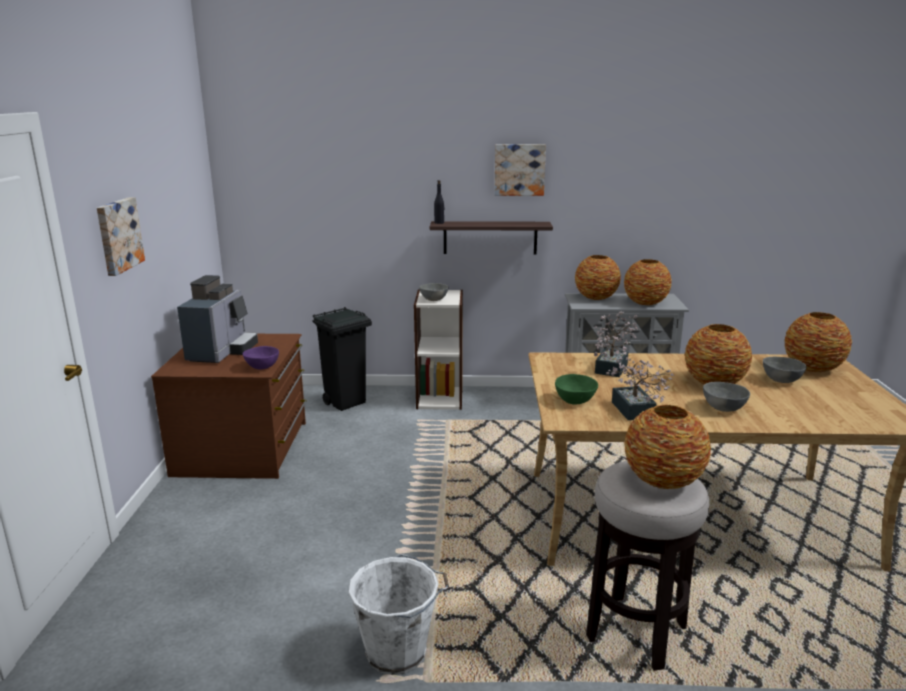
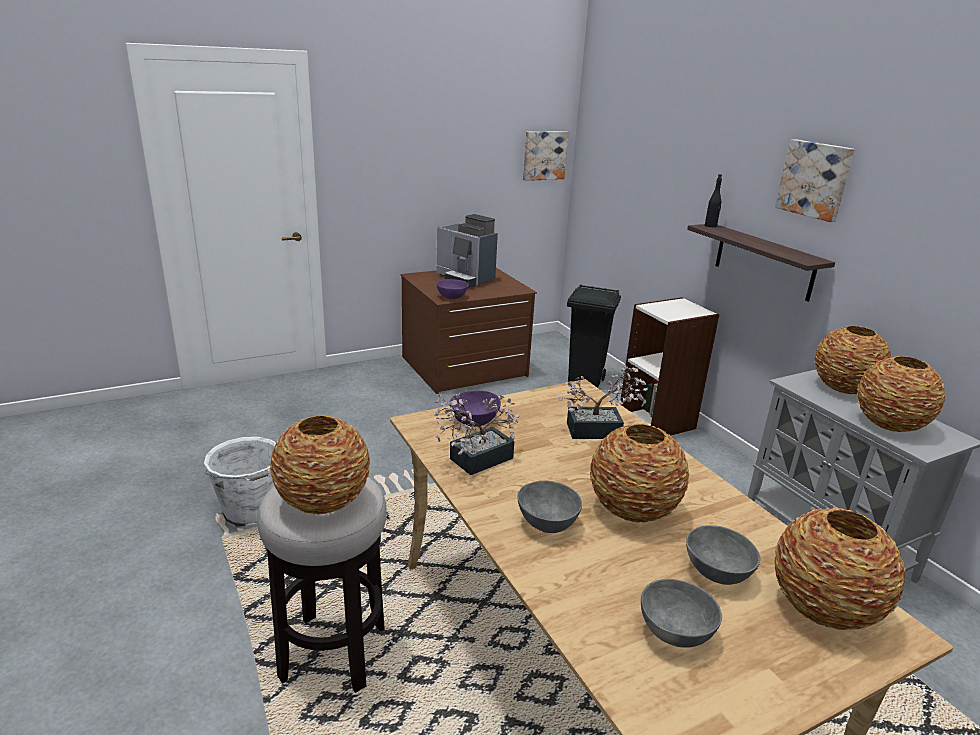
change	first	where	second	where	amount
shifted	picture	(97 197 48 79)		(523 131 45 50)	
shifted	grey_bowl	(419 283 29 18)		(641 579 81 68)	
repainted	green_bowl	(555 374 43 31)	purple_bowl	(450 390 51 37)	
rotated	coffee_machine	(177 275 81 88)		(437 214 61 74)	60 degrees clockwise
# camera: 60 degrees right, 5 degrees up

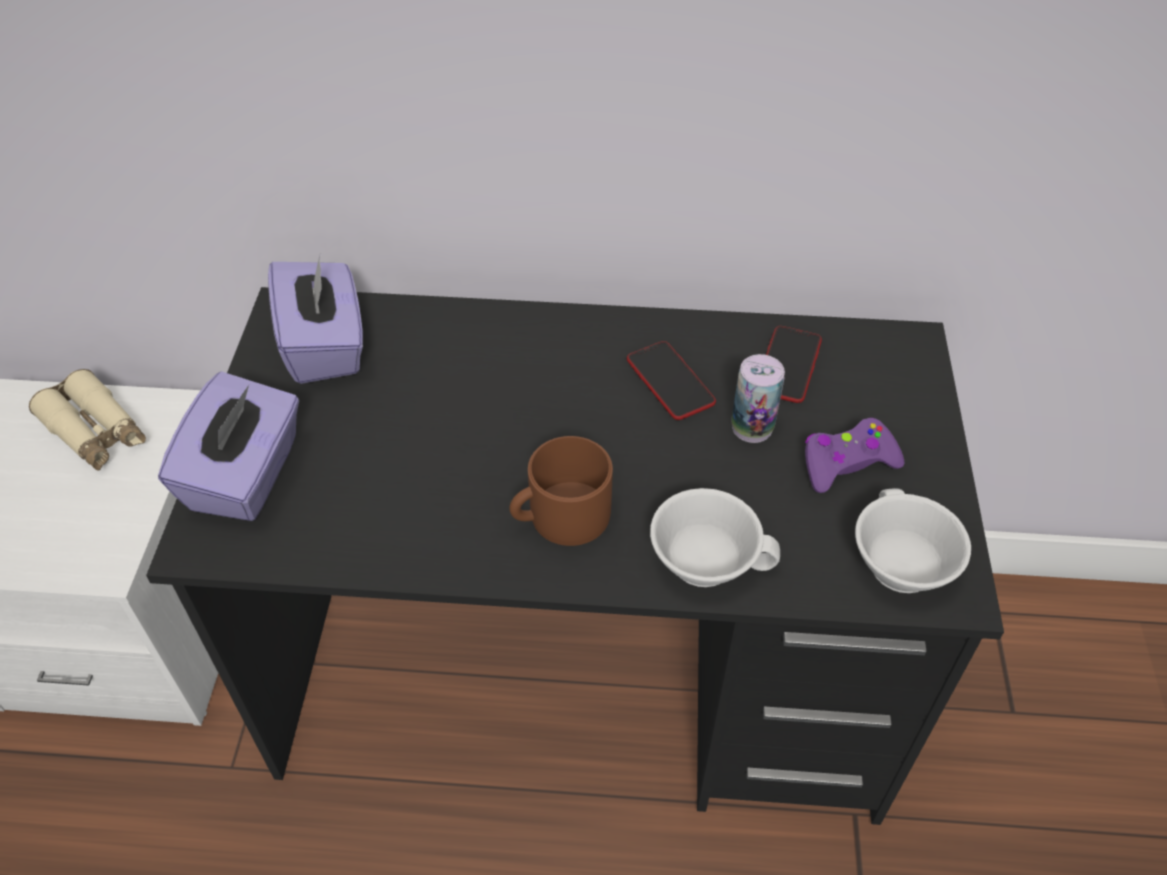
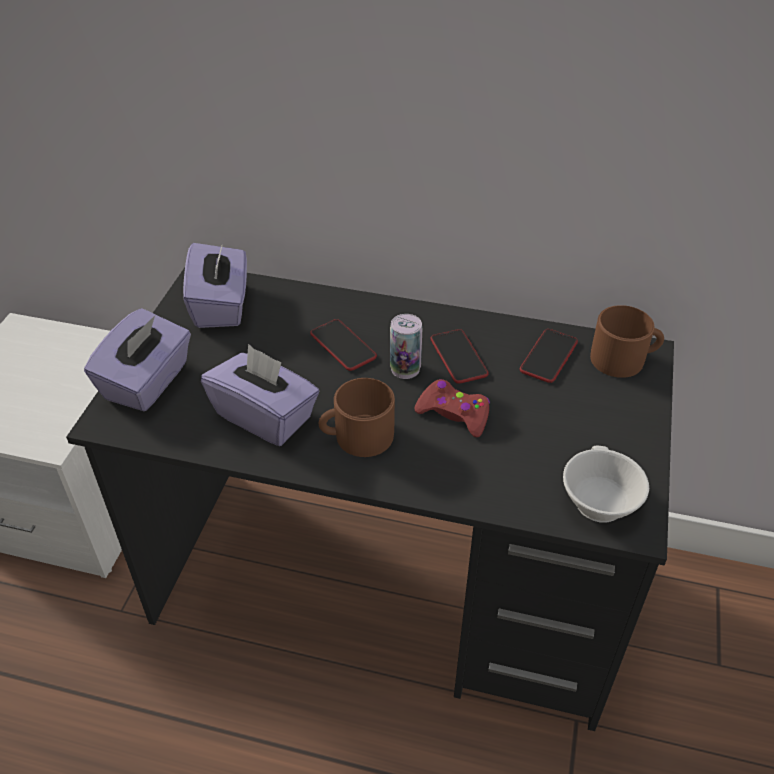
change	first	where	second	where	amount
gone	beige_binoculars	(29 369 117 101)			
gone	white_cup	(650 488 130 99)			
gone	purple_game_controller	(805 418 99 75)			
new			purple_tissue_box	(201 344 118 102)	
new			phone	(310 319 67 52)	
new			red_game_controller	(415 379 75 58)	
new			brown_mug	(590 305 74 73)	
shifted	can	(731 354 54 89)		(390 314 32 65)	
# camera: 10 degrees right, 5 degrees down

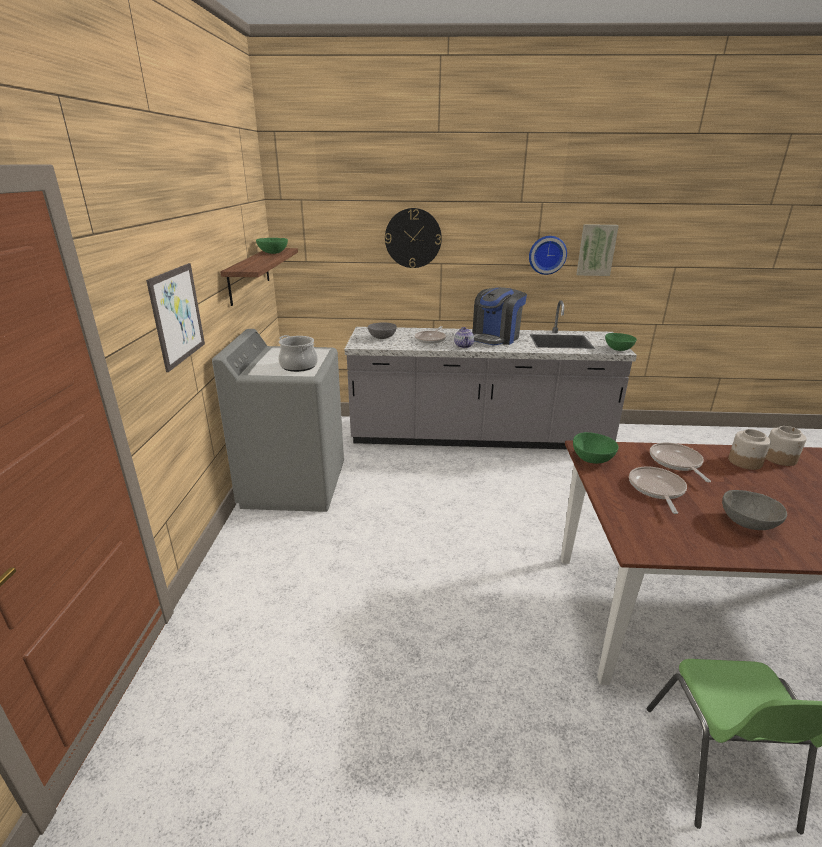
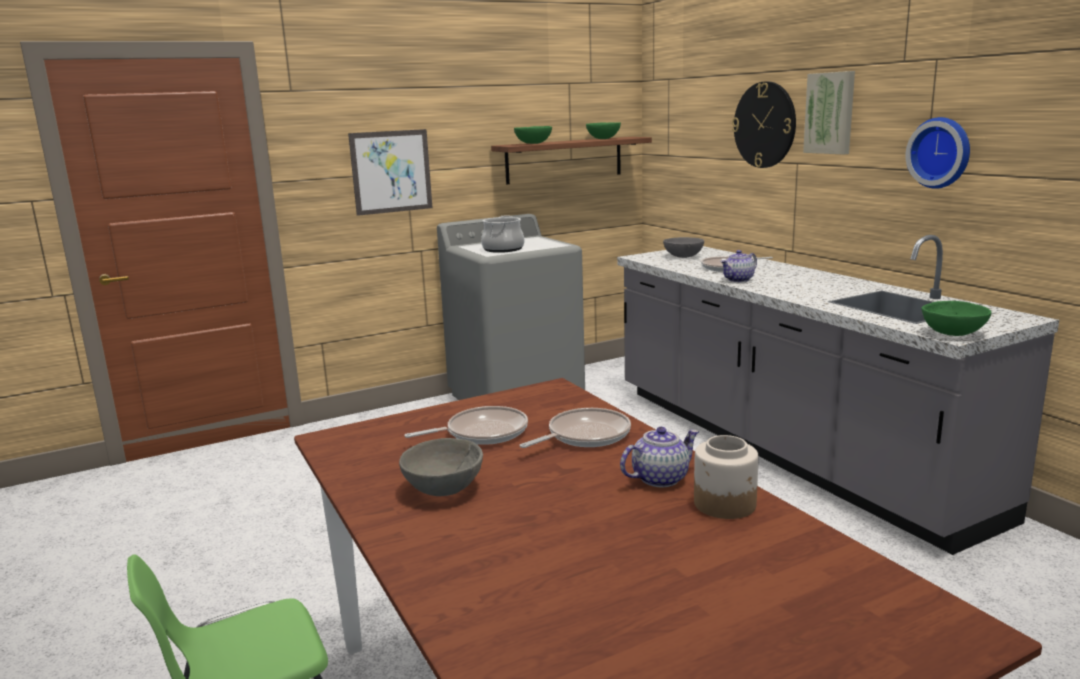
change	first	where	second	where	amount
gone	coffee_machine	(473 287 54 58)			
shifted	green_bowl	(573 432 46 32)		(514 126 38 18)	
shifted	picture	(576 224 43 52)		(803 71 52 84)	
swapped	jar	(728 429 43 41)	teapot	(620 427 79 60)	
# camera: 60 degrees right, 10 degrees down

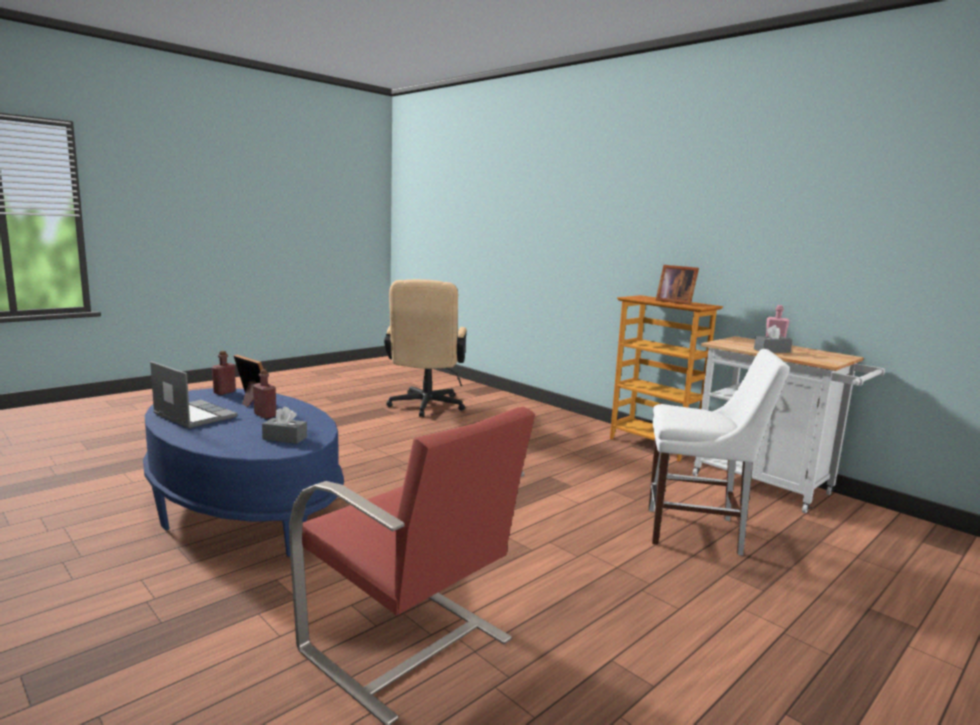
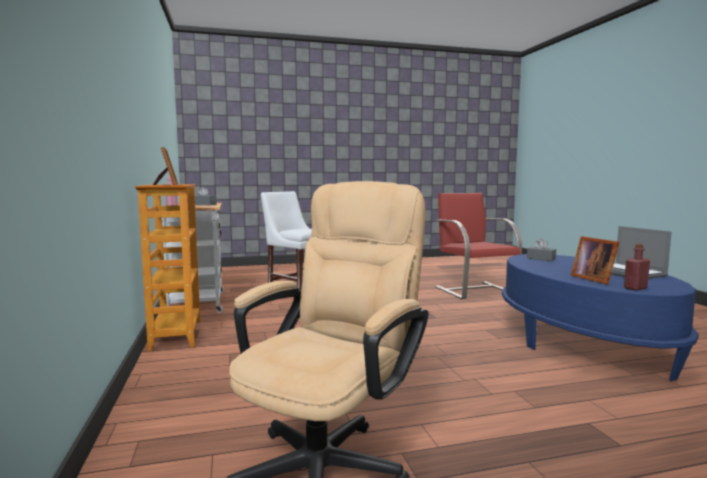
change	first	where	second	where	amount
gone	red_bottle	(253 369 23 50)			
# camera: 150 degrees left, 5 degrees down

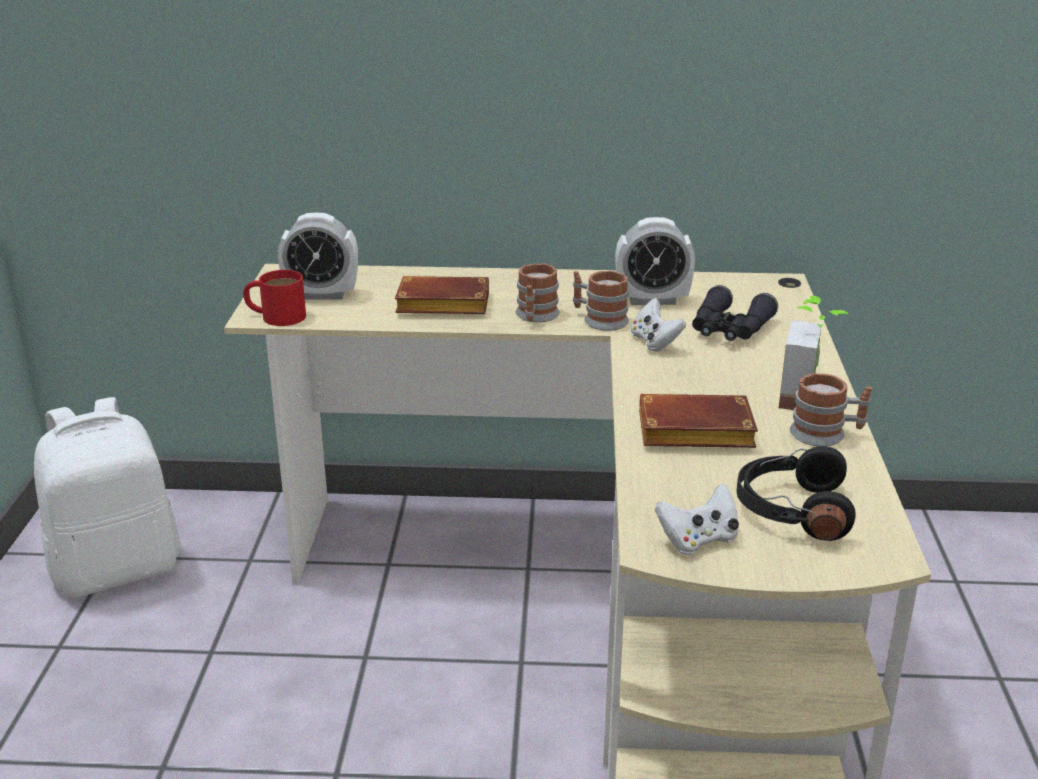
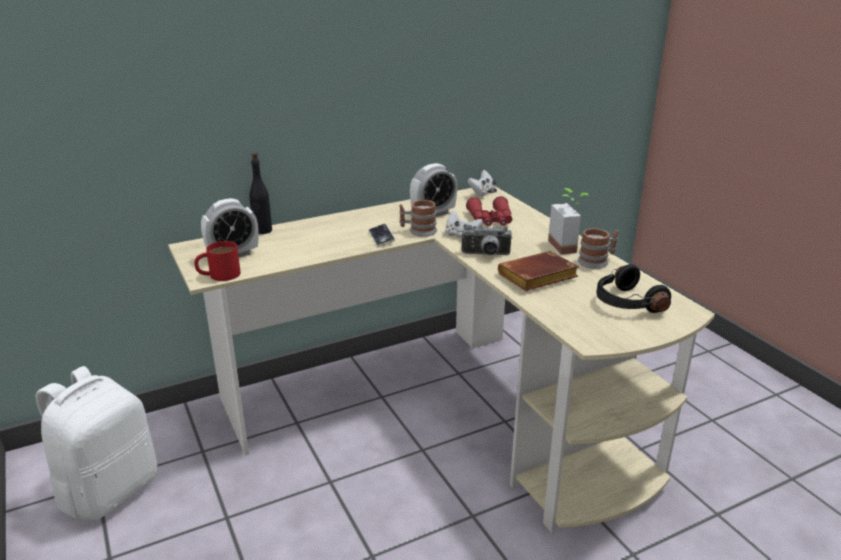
change	first	where	second	where	amount
gone	brown_book	(395 276 94 38)			
new			black_bottle	(250 152 22 82)	
new			photo_camera	(461 225 51 30)	
shifted	white_game_controller	(655 483 84 72)		(467 170 29 26)	
swapped	mug	(516 263 44 59)	phone	(369 224 26 23)	
repainted	black_binoculars	(692 285 86 56)	red_binoculars	(466 196 46 30)	
# camera: 30 degrees left, 0 degrees up

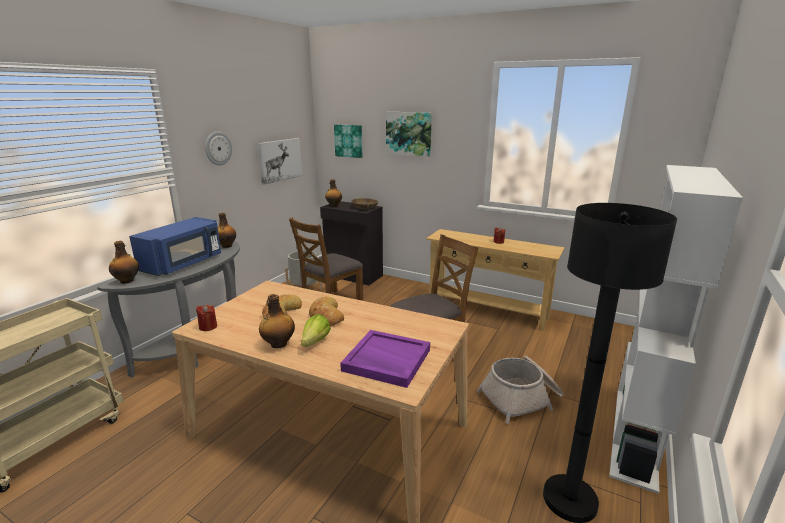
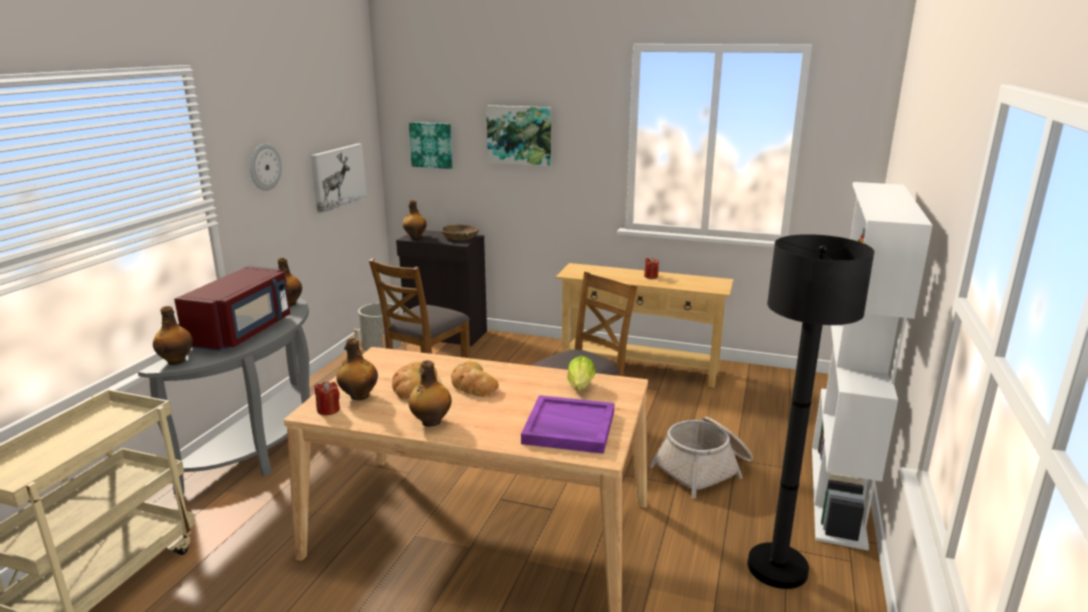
change	first	where	second	where	amount
new			bottle	(336 338 42 62)	
shifted	lettuce	(301 314 30 33)		(567 356 29 35)	
repainted	blue_microwave	(129 217 92 59)	red_microwave	(174 266 116 85)	
# camera: 10 degrees left, 0 degrees up

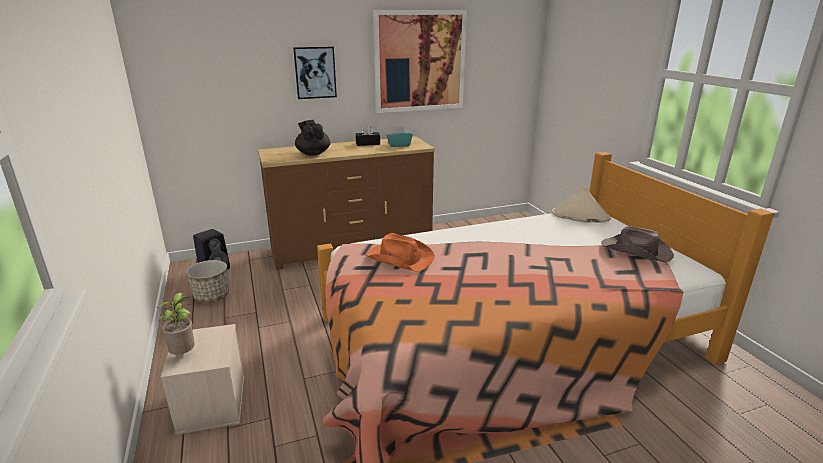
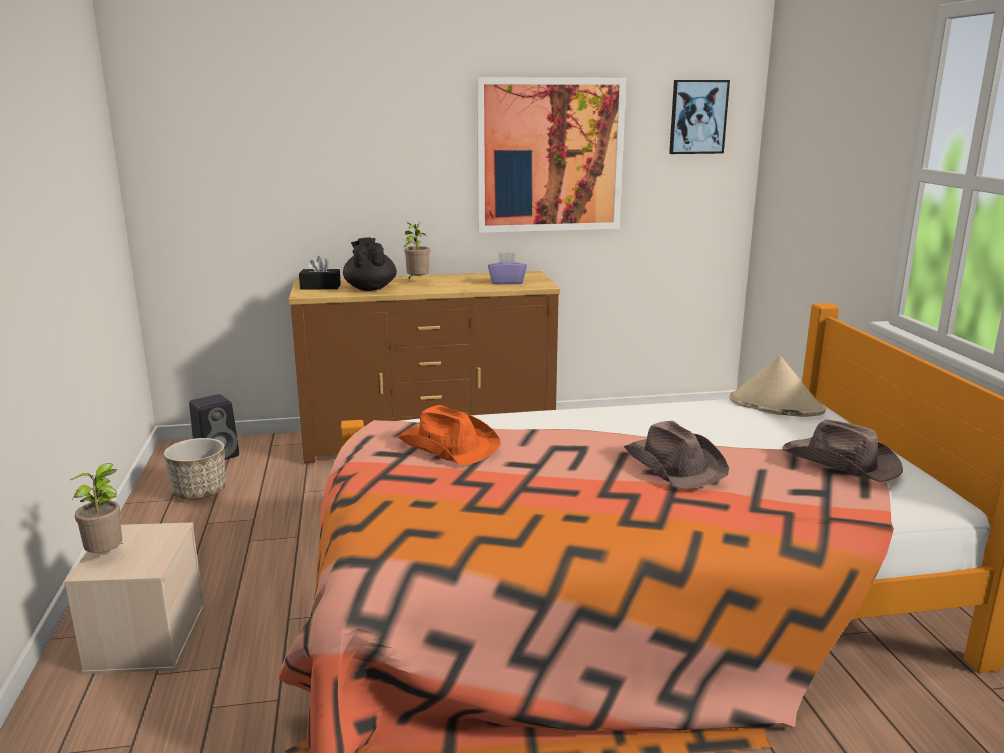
change	first	where	second	where	amount
new			potted_plant	(404 222 26 56)	
new			brown_hat	(624 421 105 68)	
shifted	picture	(293 47 44 52)		(669 80 61 74)	
shifted	black_tissue_box	(356 124 24 22)		(299 256 42 34)	
repainted	turquoise_tissue_box	(386 126 27 21)	purple_tissue_box	(488 252 39 32)	
# camera: 10 degrees right, 5 degrees down

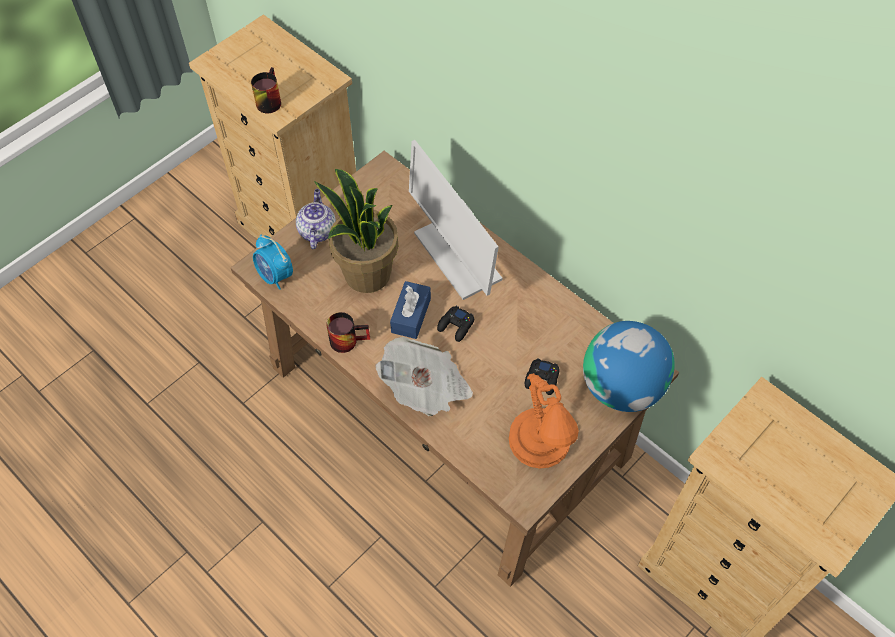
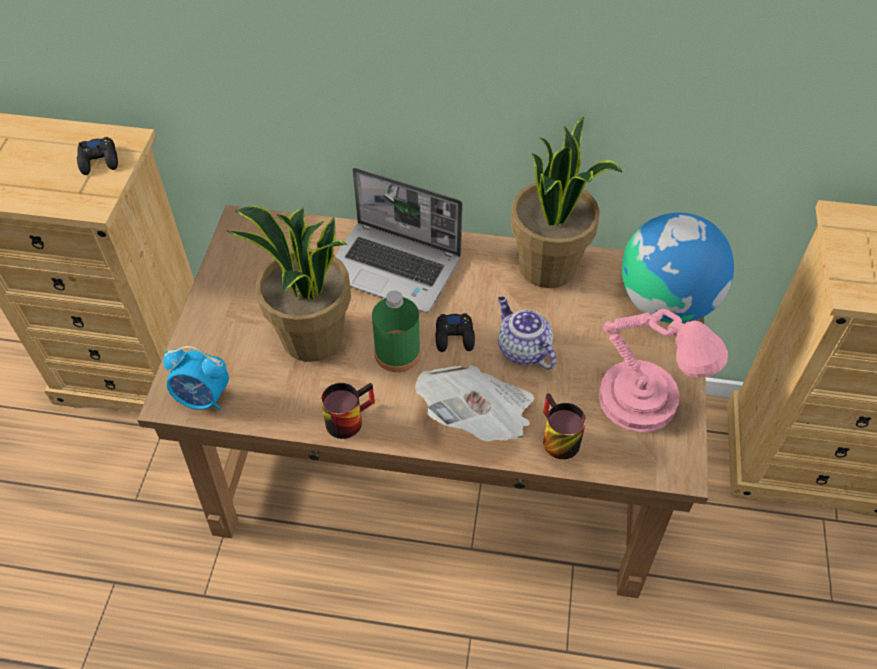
change	first	where	second	where	amount
new			potted_plant	(510 116 113 172)	
shifted	mug	(251 67 30 46)		(543 393 43 66)	
shifted	teapot	(296 189 40 60)		(498 296 58 74)	
shifted	black_game_controller	(525 358 34 37)		(77 137 41 38)	
swapped	blue_tissue_box	(390 281 41 58)	green_bottle	(372 291 49 81)	
swapped	monitor	(409 140 93 160)	laptop	(335 167 128 146)	
repainted	orange_table_lamp	(509 373 70 96)	pink_table_lamp	(599 309 129 124)	
# camera: 35 degrees left, 5 degrees down

